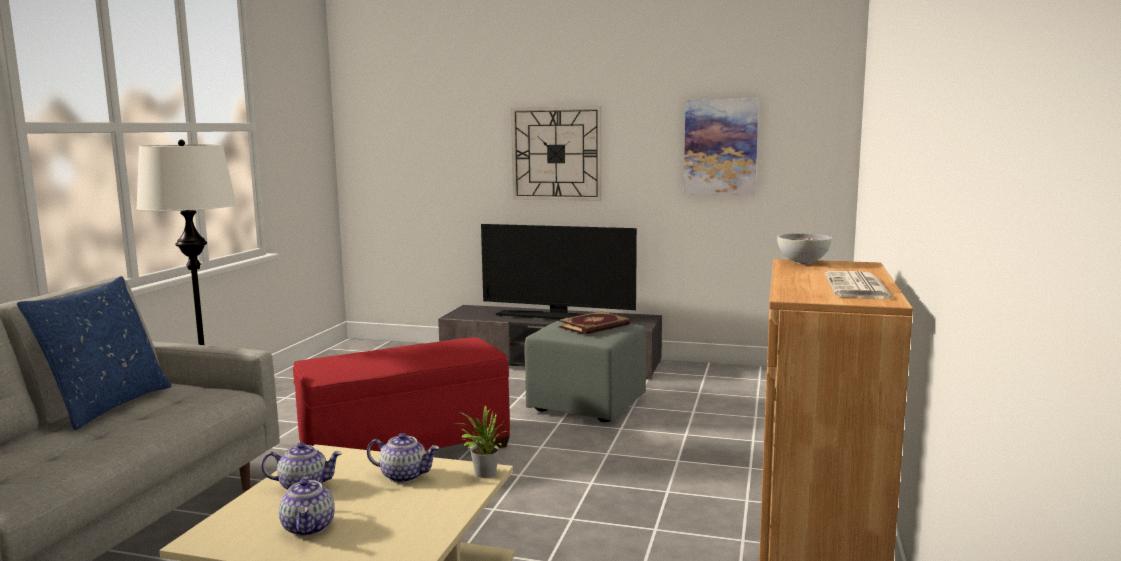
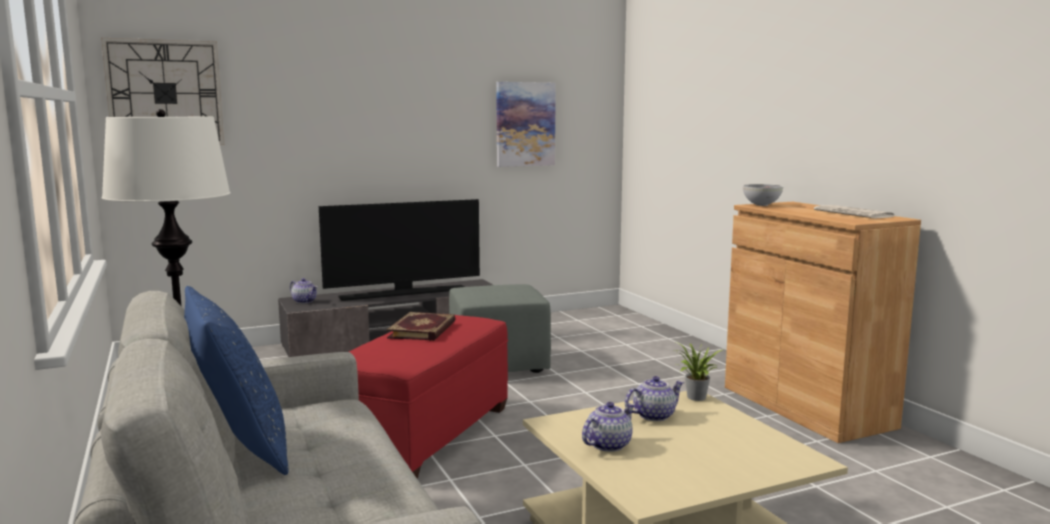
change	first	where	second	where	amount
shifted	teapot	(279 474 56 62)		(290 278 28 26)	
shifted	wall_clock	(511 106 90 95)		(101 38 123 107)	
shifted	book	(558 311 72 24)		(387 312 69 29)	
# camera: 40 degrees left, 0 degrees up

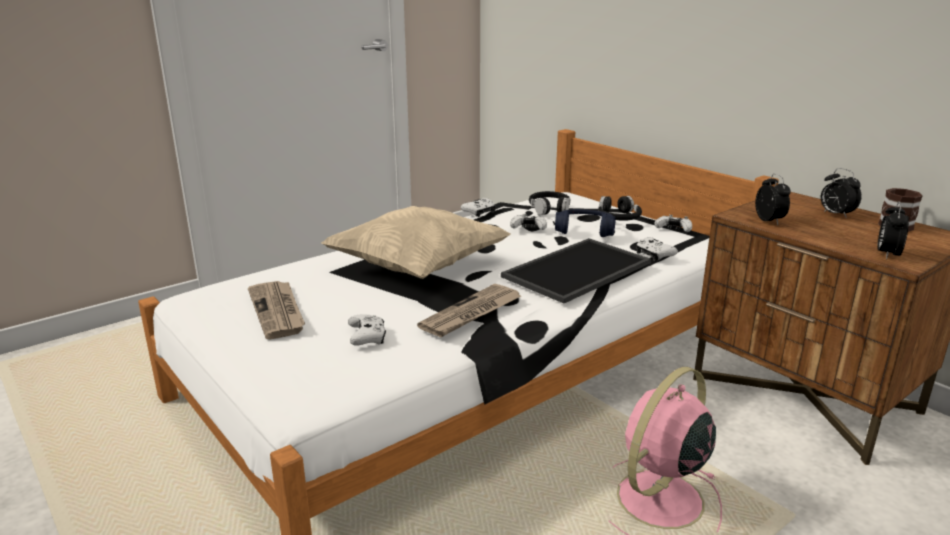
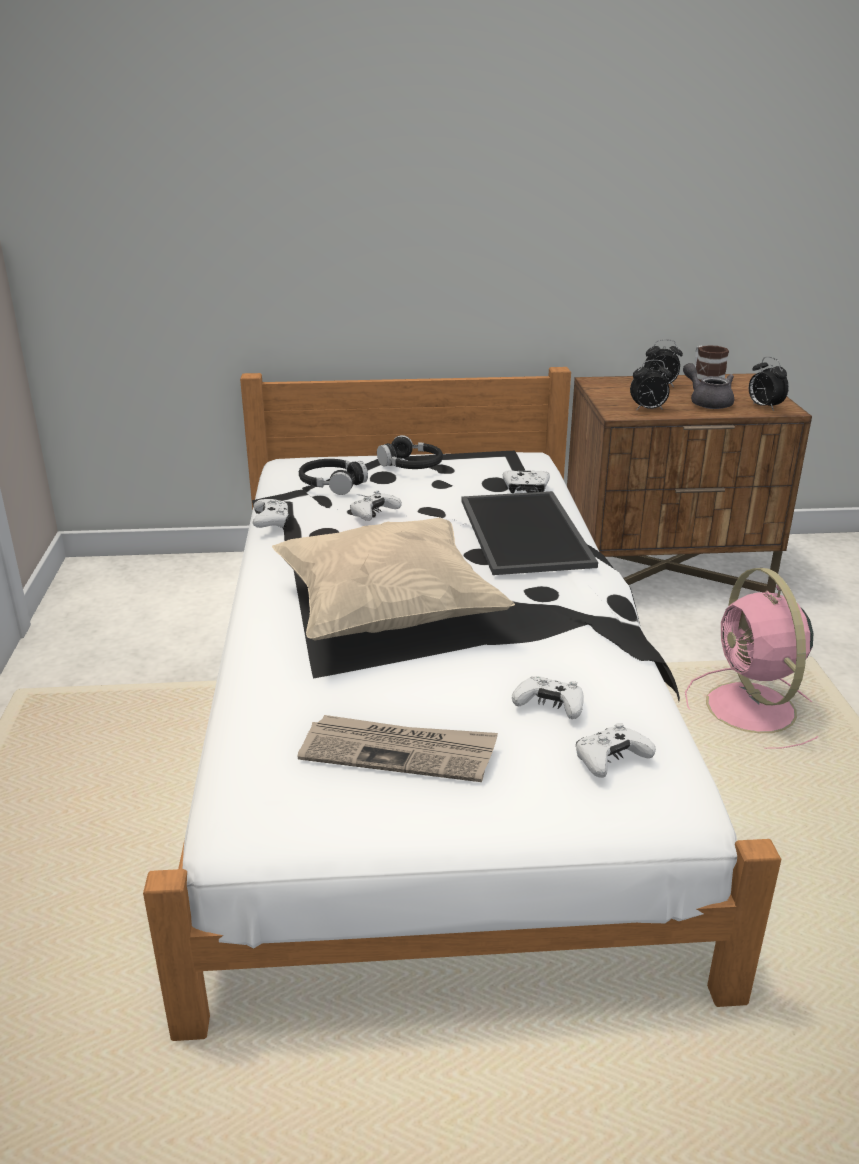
change	first	where	second	where	amount
gone	newspaper	(417 284 104 53)			
gone	blue_headphones	(555 209 61 28)			
new			grey_teapot	(683 363 51 46)	
shifted	white_game_controller	(655 215 37 17)		(576 723 80 55)	
rotated	alarm_clock	(755 173 36 52)		(630 360 42 51)	150 degrees clockwise
# camera: 55 degrees left, 5 degrees up

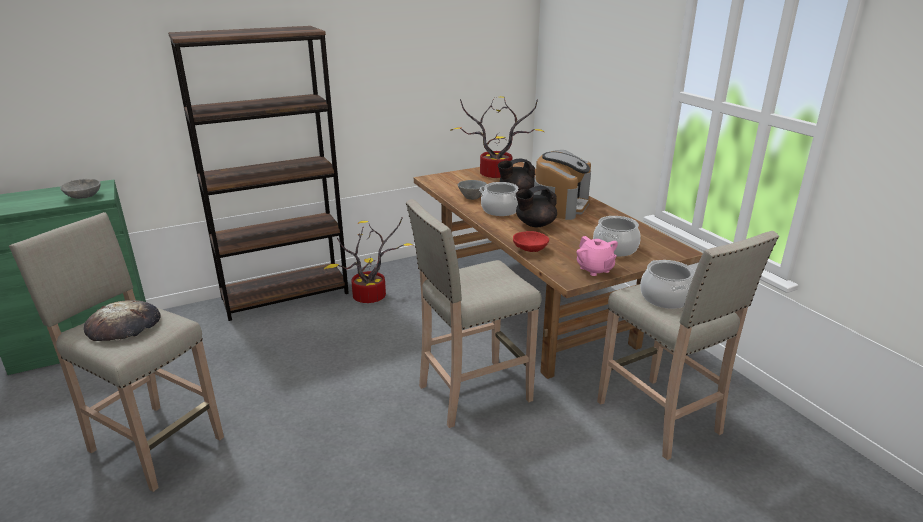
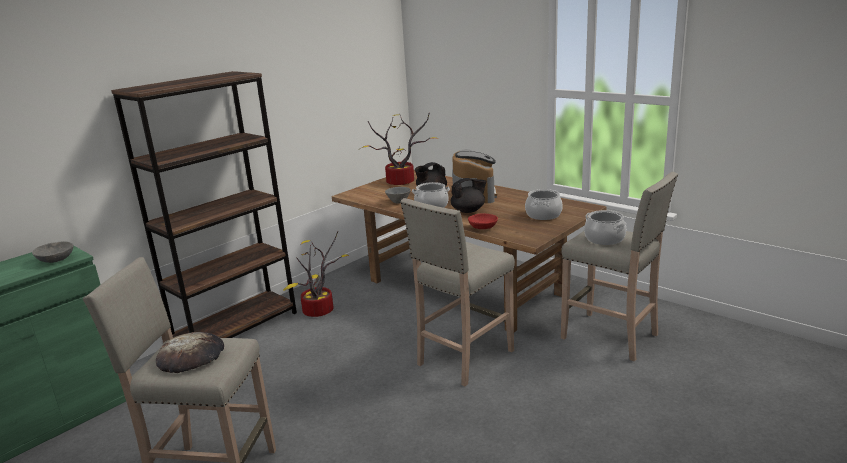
change	first	where	second	where	amount
gone	pink_teapot	(577 236 41 40)			
rotated	black_teapot	(516 186 41 41)		(451 178 35 35)	150 degrees counterclockwise
# camera: 20 degrees left, 5 degrees down

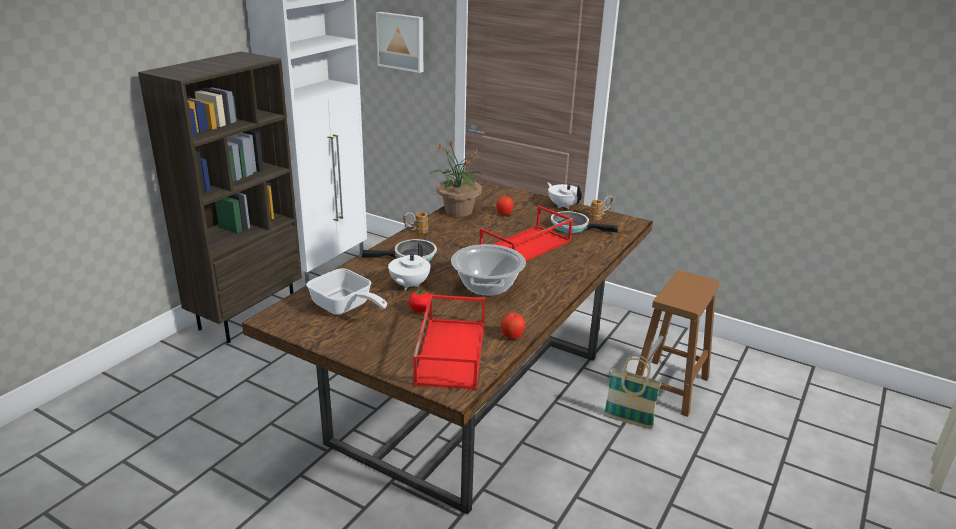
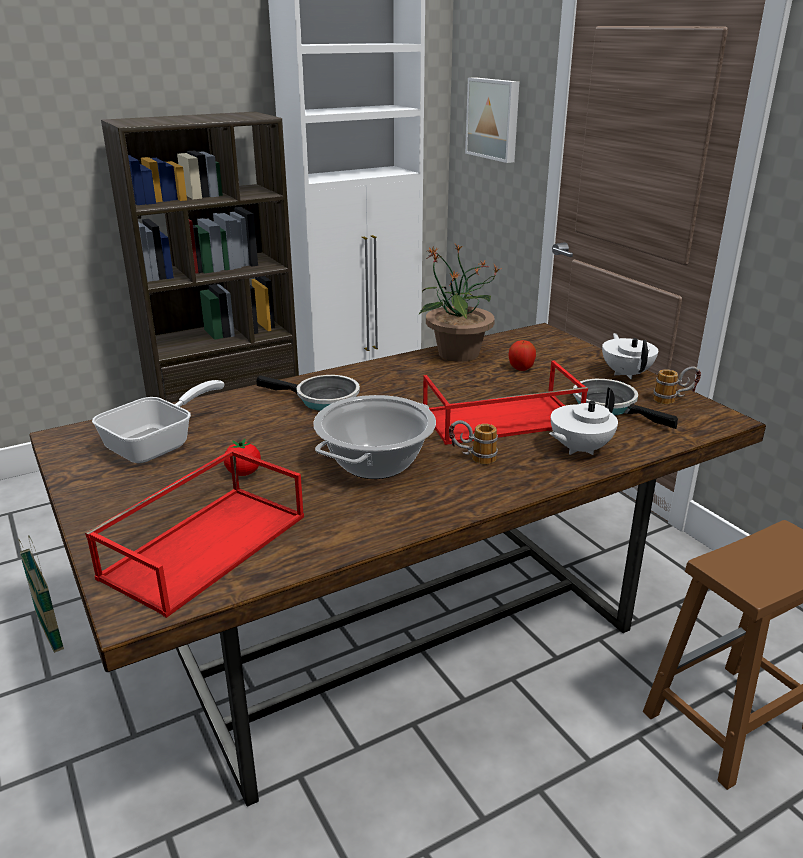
change	first	where	second	where	amount
gone	apple	(500 312 25 27)			
shifted	white_teapot	(388 243 42 47)		(549 387 69 68)	
shifted	mug	(403 212 25 22)		(449 420 49 44)	
shifted	basket	(604 355 58 74)		(18 535 46 118)	
rotated	frying_pan	(306 268 81 47)		(92 380 133 84)	120 degrees counterclockwise
# camera: 30 degrees right, 0 degrees up

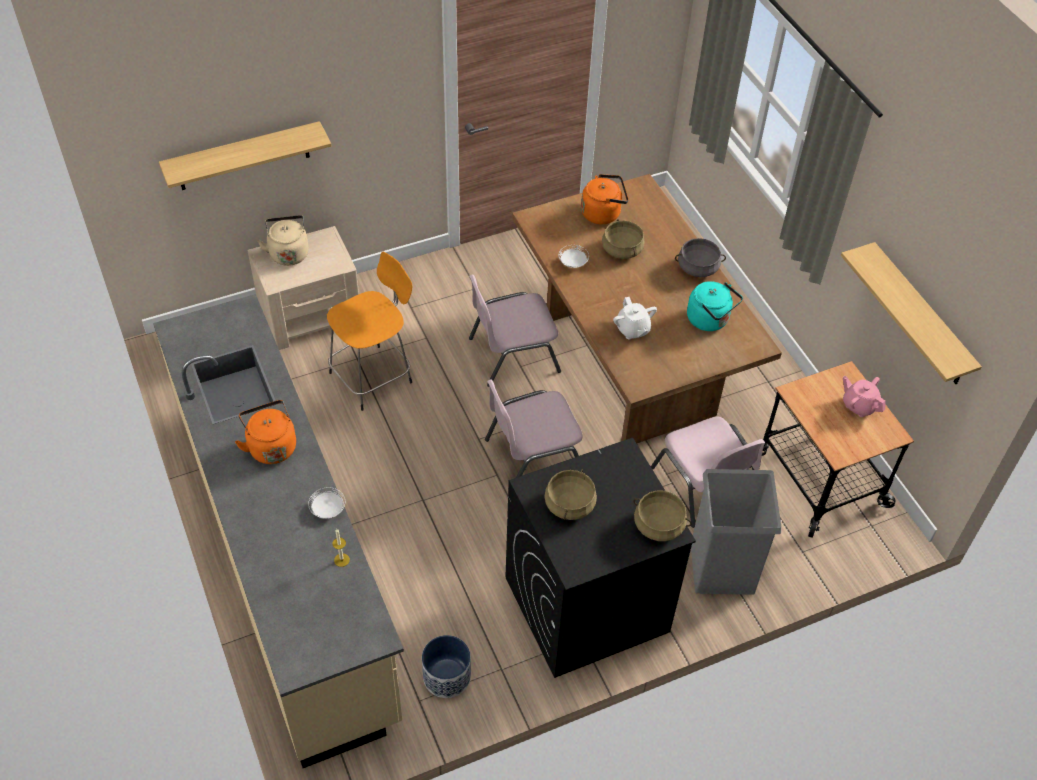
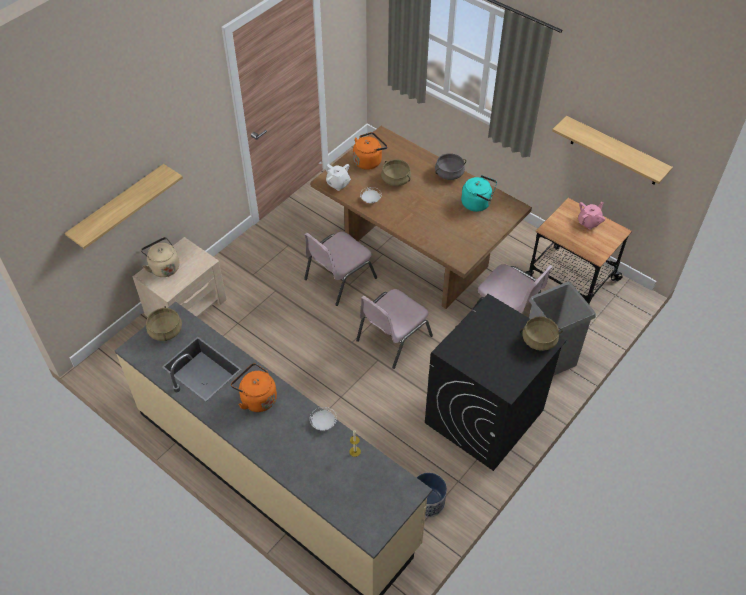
change	first	where	second	where	amount
gone	orange_stool	(327 252 85 159)			
shifted	beige_cooking_pot	(544 469 53 51)		(146 306 36 35)	
shifted	white_teapot	(613 297 44 43)		(325 164 26 27)	
rotated	pink_teapot	(843 376 43 41)		(578 202 27 28)	120 degrees clockwise
# camera: 25 degrees left, 0 degrees up

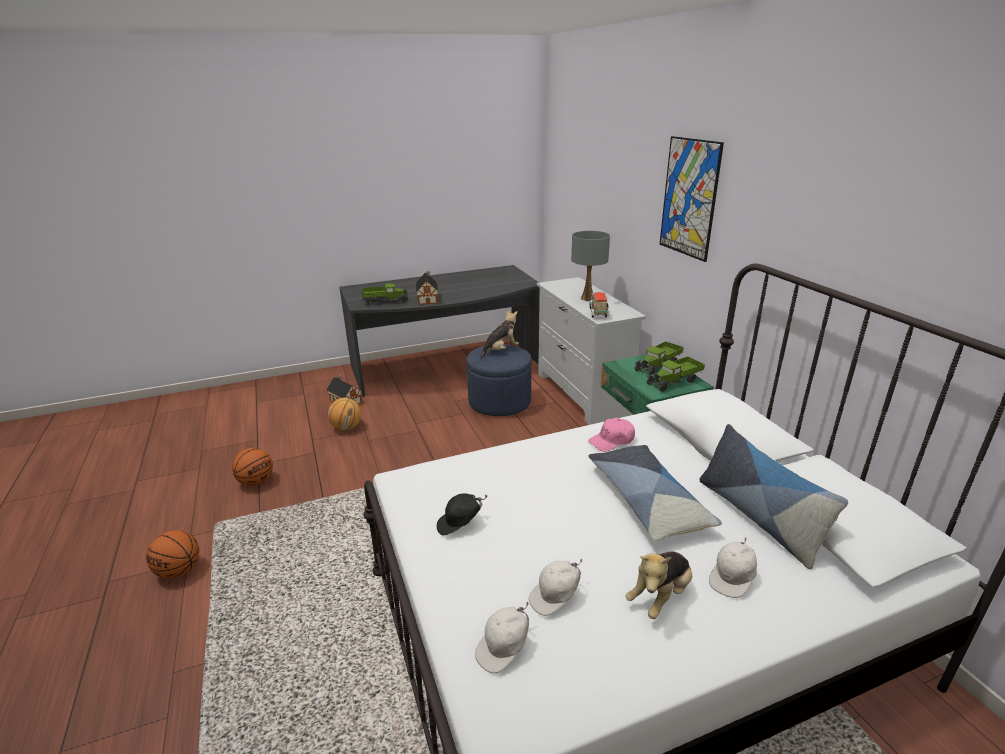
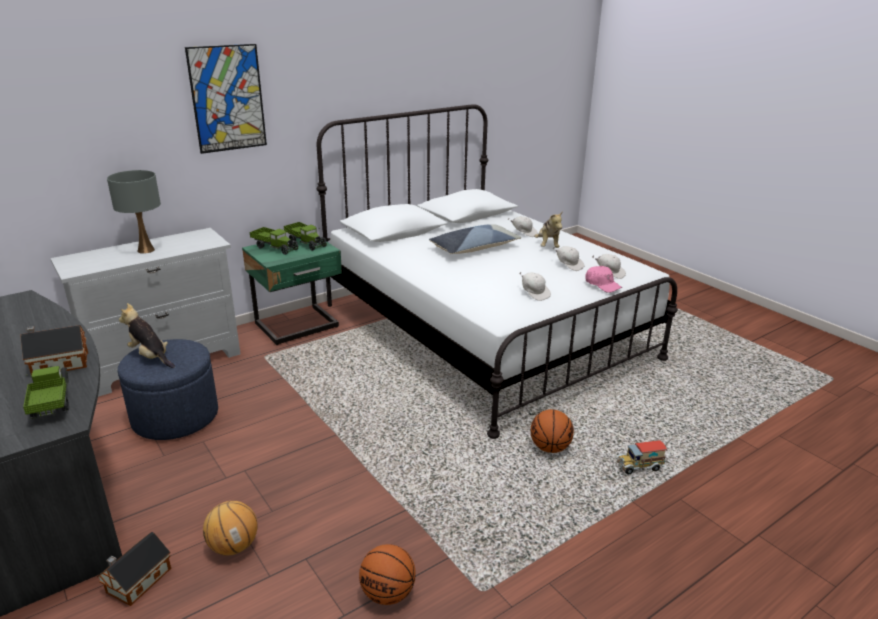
change	first	where	second	where	amount
gone	pillow	(699 424 149 145)			
shifted	basketball	(146 530 53 48)		(530 409 44 44)	
shifted	pink_cap	(588 418 47 34)		(585 266 37 27)	
shifted	toy_truck	(590 292 19 26)		(616 440 51 34)	
repainted	black_cap	(437 493 50 42)	white_cap	(519 272 32 29)	
rotated	plush_toy	(625 552 67 67)		(534 211 29 37)	60 degrees clockwise
# camera: 105 degrees left, 0 degrees up

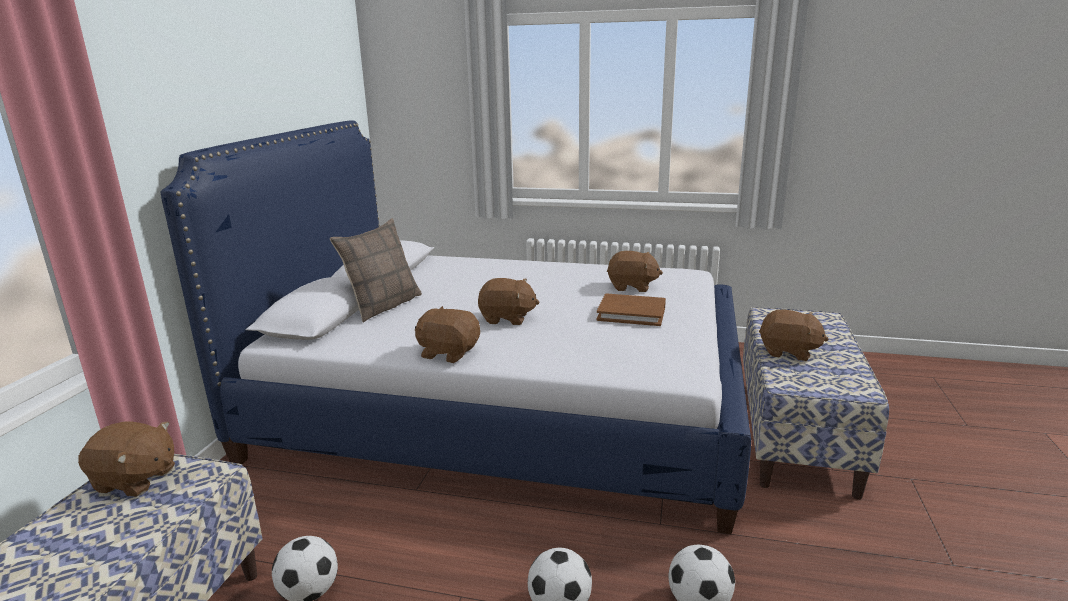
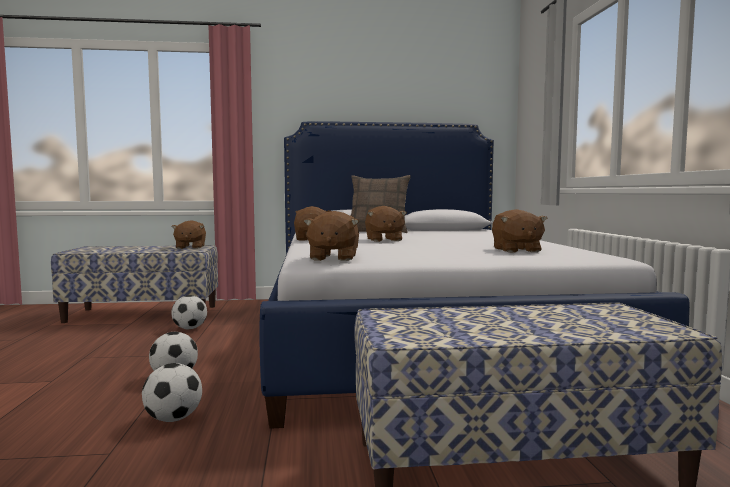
change	first	where	second	where	amount
gone	brown_book	(597 293 69 33)			
shifted	brown_plush_toy	(759 310 70 51)		(303 211 56 50)	
# camera: 70 degrees right, 15 degrees down

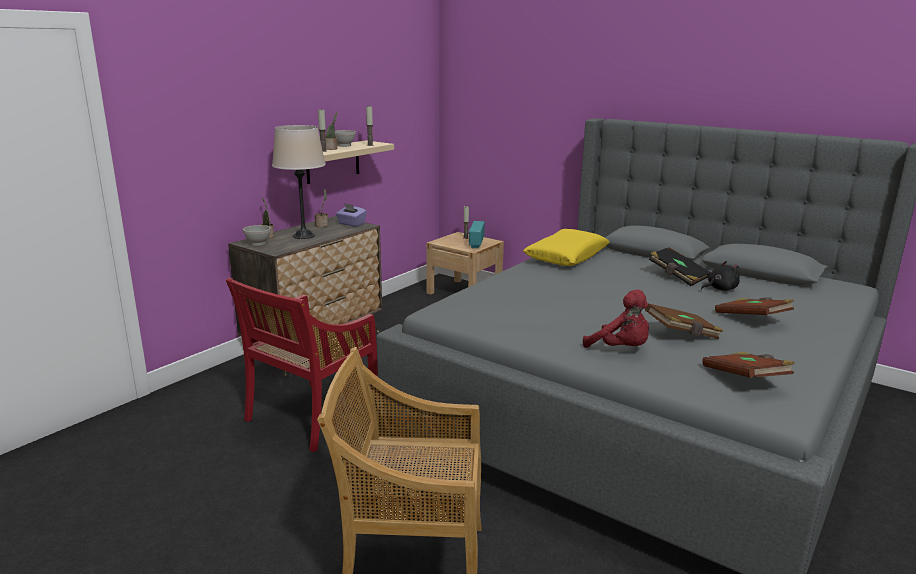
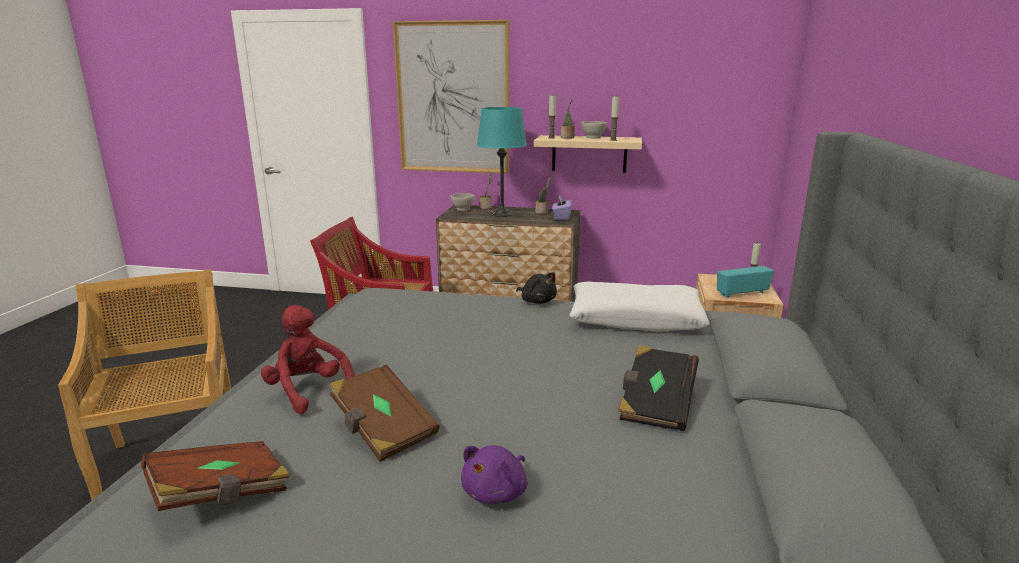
change	first	where	second	where	amount
new			picture	(393 20 116 153)	
shifted	black_plush_toy	(701 261 39 30)		(516 272 41 32)	
swapped	brown_book	(715 297 79 18)	purple_plush_toy	(461 445 67 59)	
repainted	beige_table_lamp	(272 125 54 114)	turquoise_table_lamp	(477 107 50 110)	
repainted	yellow_pillow	(523 229 86 37)	white_pillow	(569 282 141 50)	
rotated	red_plush_toy	(583 290 66 58)		(261 305 93 109)	120 degrees clockwise
# camera: 65 degrees right, 0 degrees up

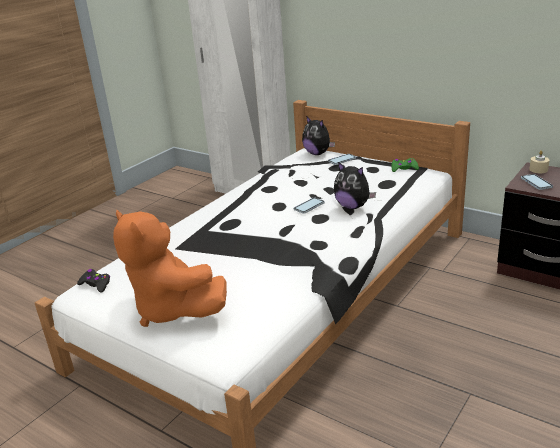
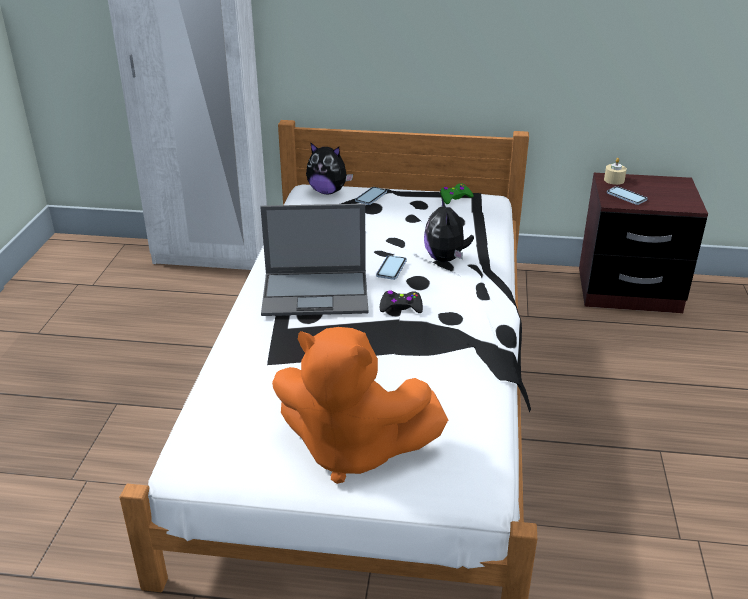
change	first	where	second	where	amount
new			laptop	(261 204 107 112)	
shifted	black_game_controller	(77 269 33 24)		(380 290 43 23)	
rotated	plush_toy	(334 162 42 47)		(424 197 50 65)	75 degrees clockwise
# camera: 30 degrees left, 5 degrees up

